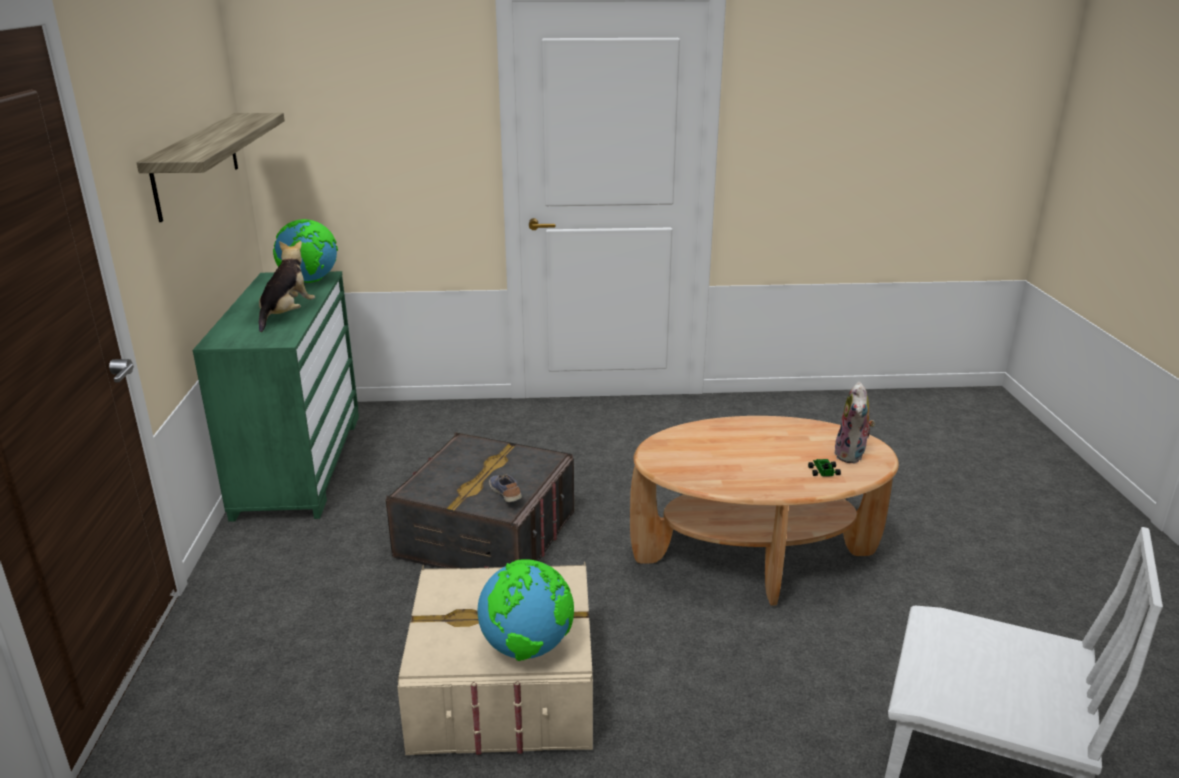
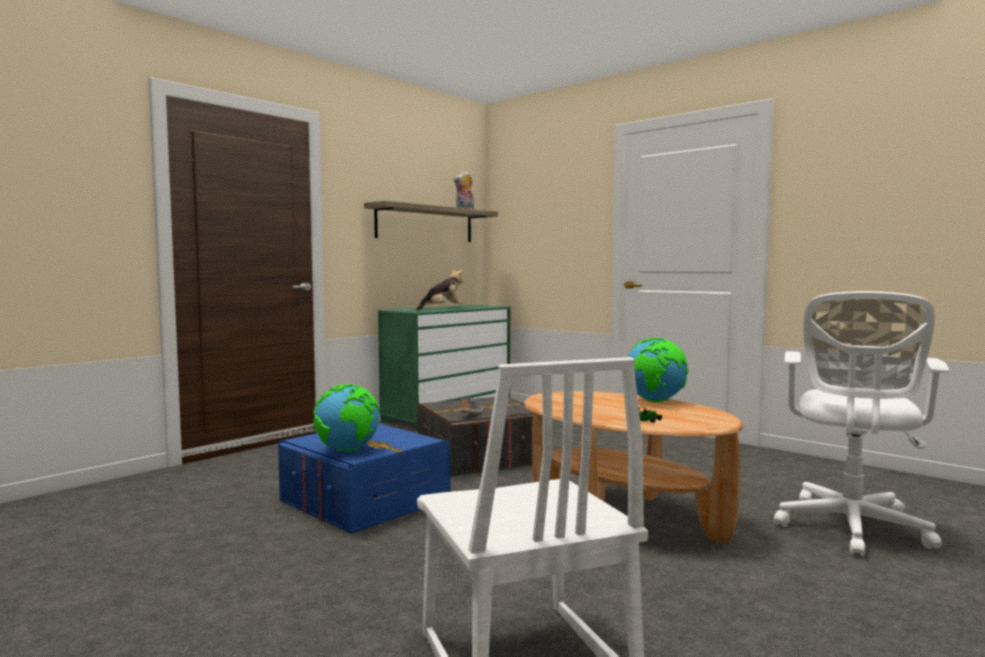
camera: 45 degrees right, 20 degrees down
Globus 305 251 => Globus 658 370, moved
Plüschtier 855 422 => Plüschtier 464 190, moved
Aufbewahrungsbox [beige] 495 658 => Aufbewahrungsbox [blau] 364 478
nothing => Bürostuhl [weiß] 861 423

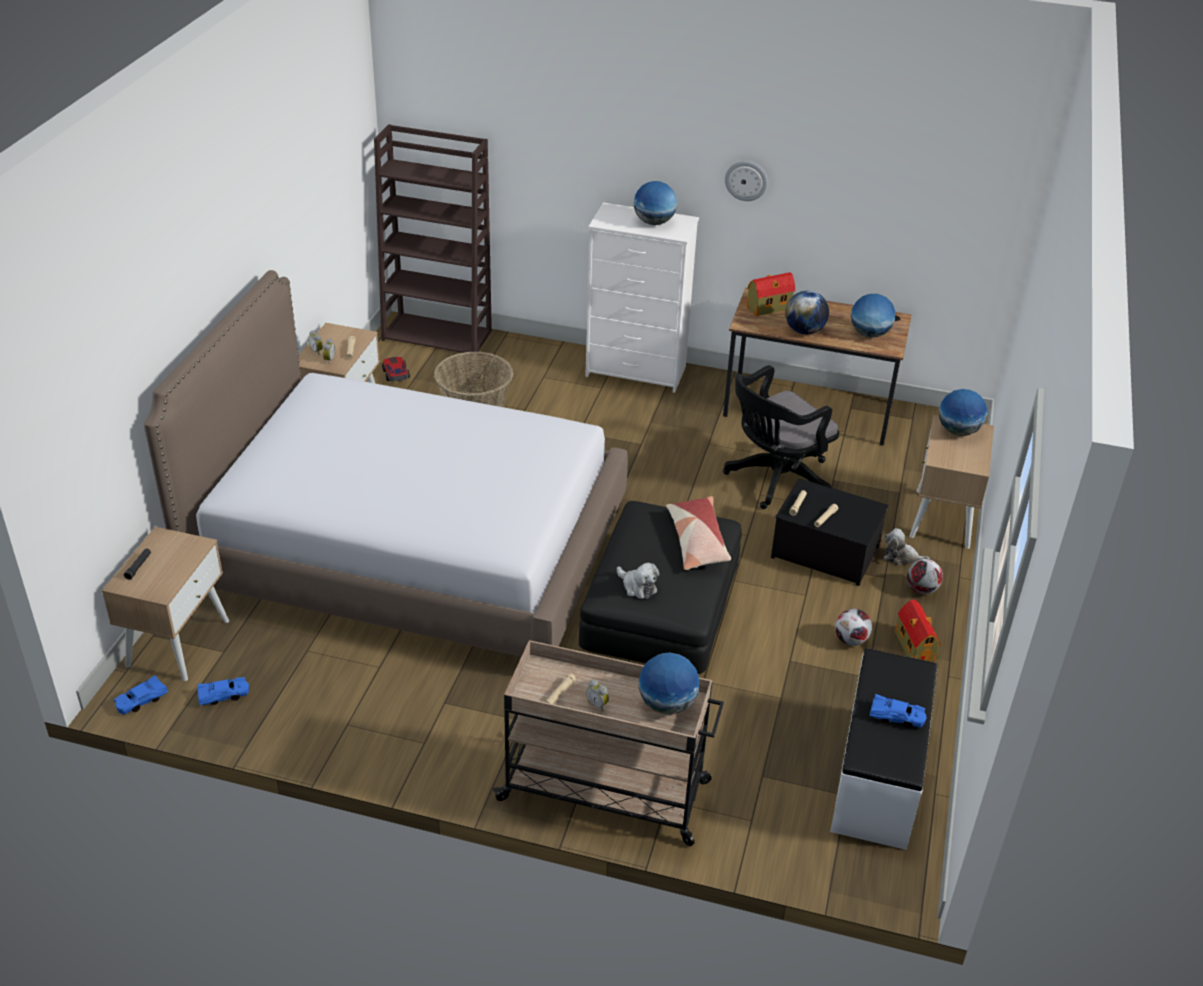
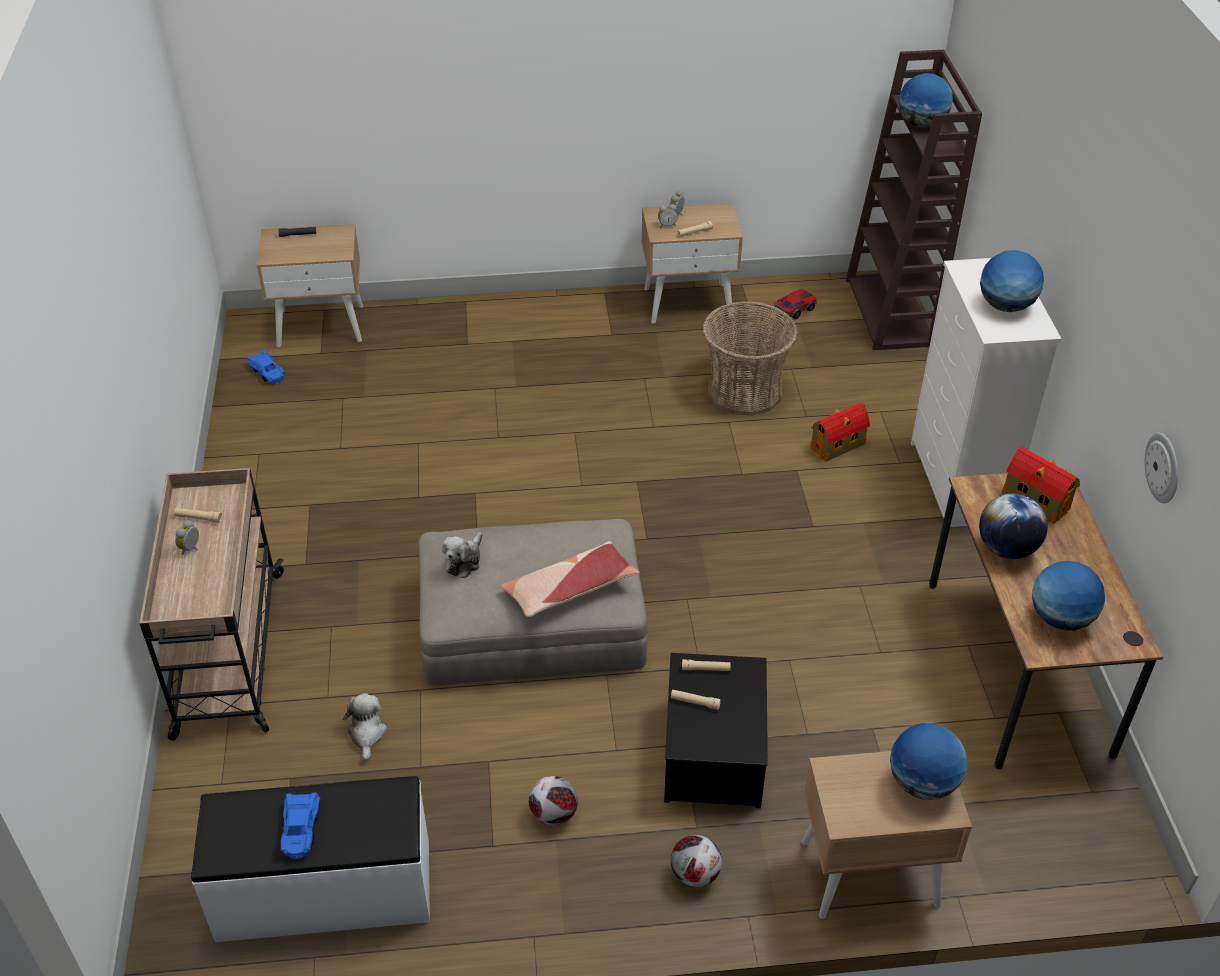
camera: 70 degrees right, 5 degrees up
Wanduhr 746 181 => Wanduhr 1161 468, moved
Bett 386 463 => nothing
Bürostuhl [schwarz] 781 437 => nothing
Polsterhocker [schwarz] 660 587 => Polsterhocker [beige] 533 602
Plüschtier 907 547 => Plüschtier 365 727, moved
Spielzeughaus 918 630 => Spielzeughaus 840 432, moved
Globus 669 683 => Globus 926 100, moved
Spielzeugauto [blau] 141 695 => nothing

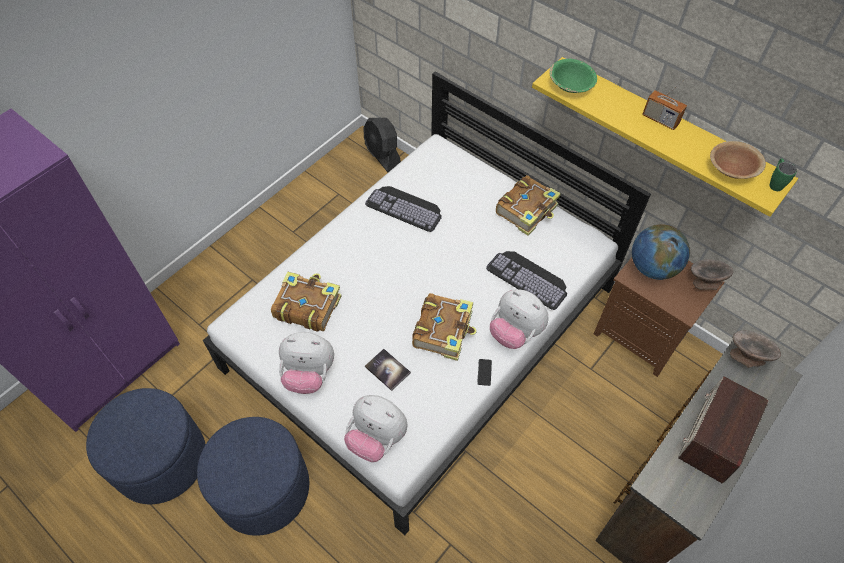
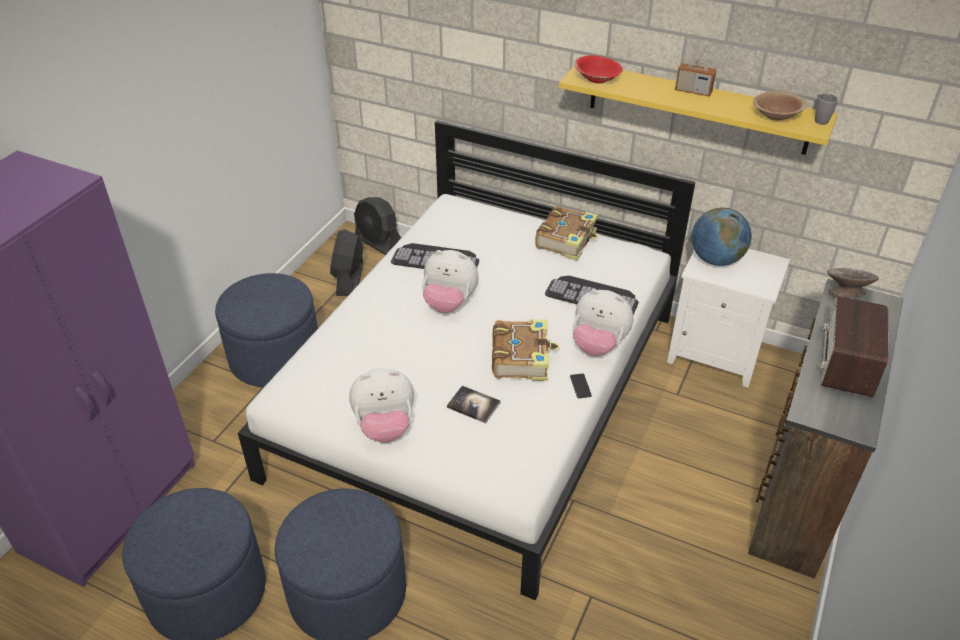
camera: 15 degrees left, 15 degrees down
Schüssel [grün] 573 75 => Schüssel [rot] 598 69
Henkelbecher [grün] 783 174 => Henkelbecher [grau] 826 109
Nachttisch [braun] 659 317 => Nachttisch [weiß] 728 318
Schüssel [grau] 712 274 => nothing
Buch 306 301 => nothing
Plüschtier 375 428 => Plüschtier 450 281, moved
nothing => Ventilator [schwarz] 346 262
nothing => Polsterhocker [blau] 266 330

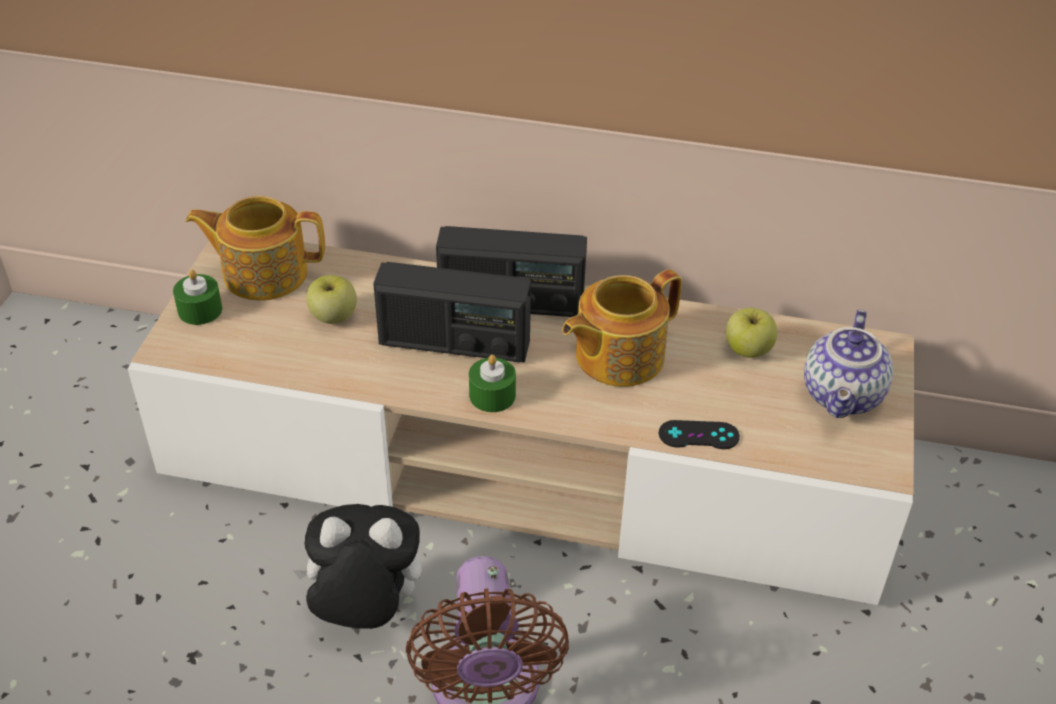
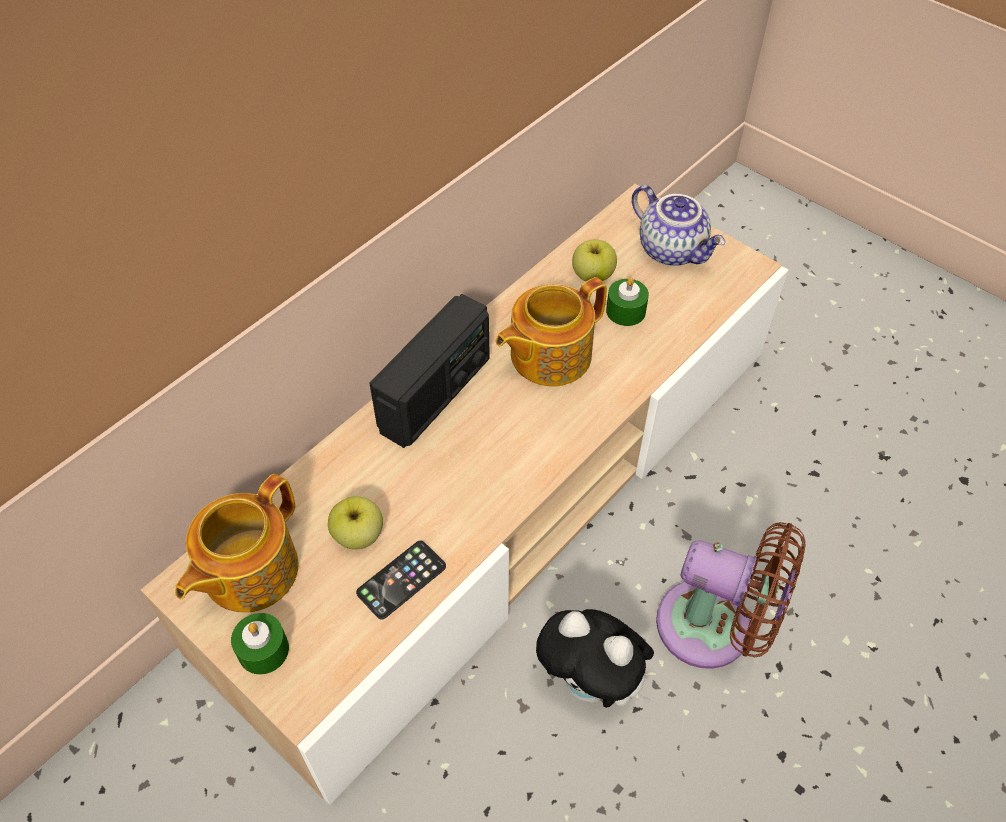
camera: 60 degrees left, 10 degrees up
Radio 452 312 => nothing
Teekanne 622 328 => Teekanne 551 331, 60 degrees clockwise
Kerze [grün] 492 383 => Kerze [grün] 627 301, moved
Gamepad [schwarz] 699 434 => nothing
Plüschtier 357 566 => Plüschtier 595 658, 90 degrees counterclockwise
nothing => Handy 401 579

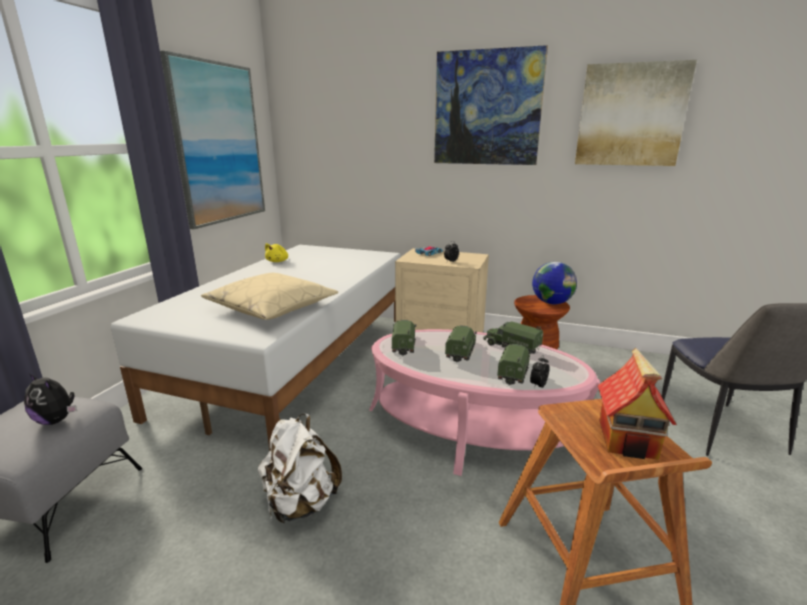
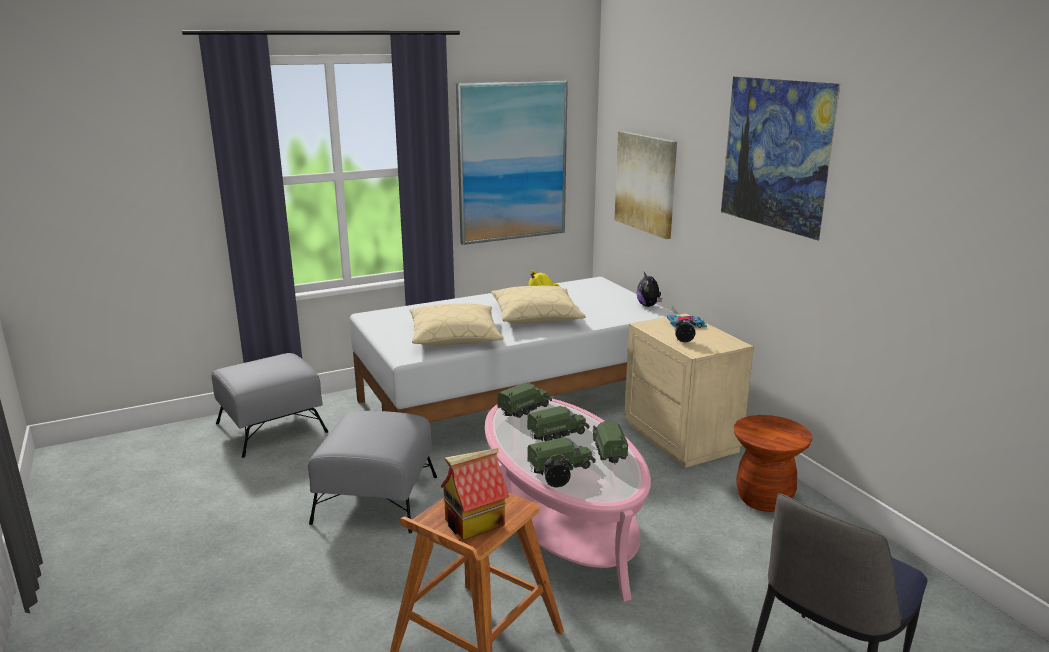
camera: 45 degrees right, 0 degrees up
Bild 636 113 => Bild 645 185, moved
Globus 554 283 => nothing
Plüschtier 50 399 => Plüschtier 649 289, moved
Rucksack [weiß] 300 469 => Polsterhocker [grau] 372 472
nothing => Kissen [beige] 538 305

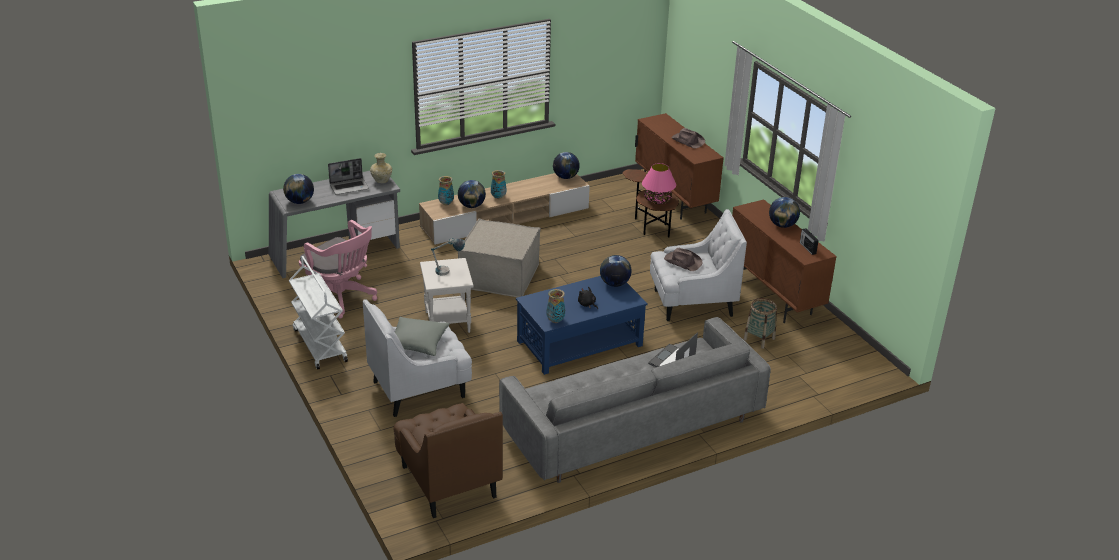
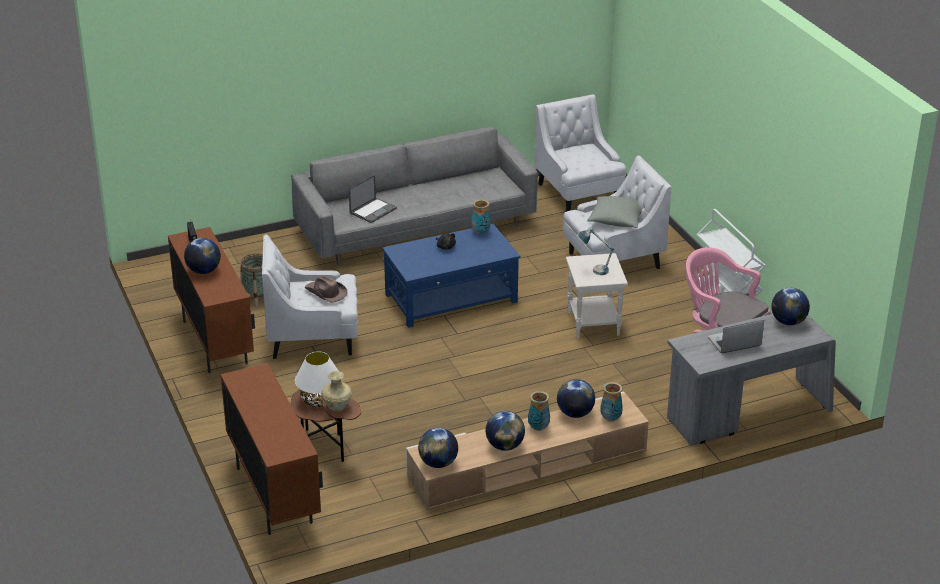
camera: 175 degrees left, 0 degrees up
Hut [braun] 688 138 => nothing
Vase [beige] 381 168 => Vase [beige] 337 391, moved
Tischlampe [rosa] 659 183 => Tischlampe [weiß] 318 379
Polsterhocker [beige] 499 258 => nothing
Globus 616 271 => Globus 505 431, moved
Sessel [braun] 448 460 => Sessel [weiß] 580 153

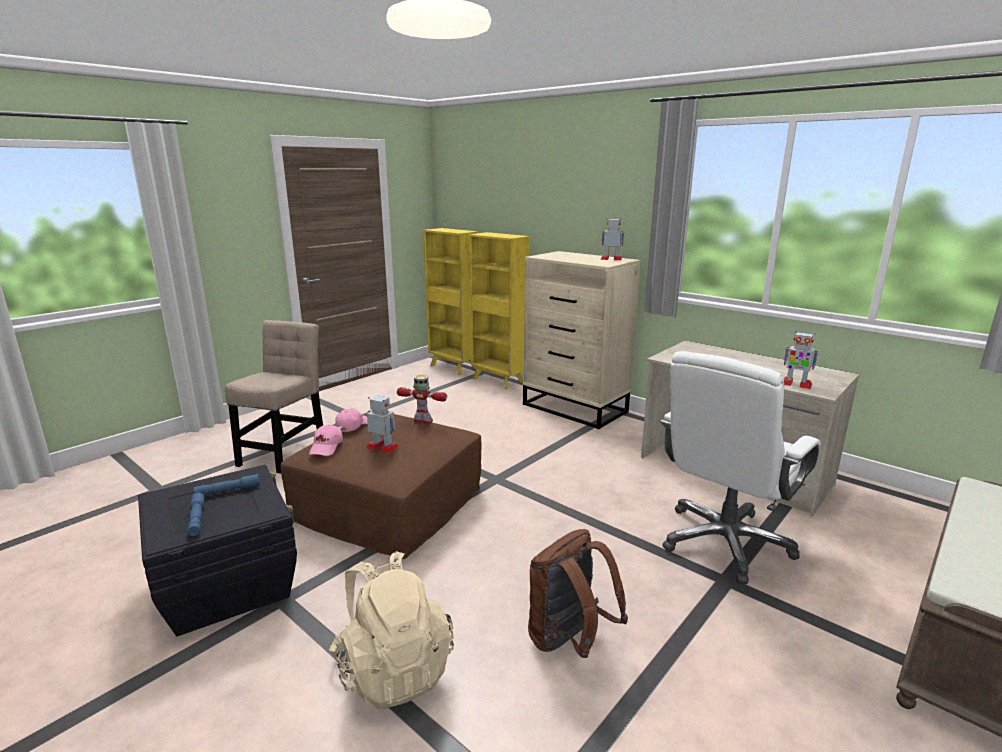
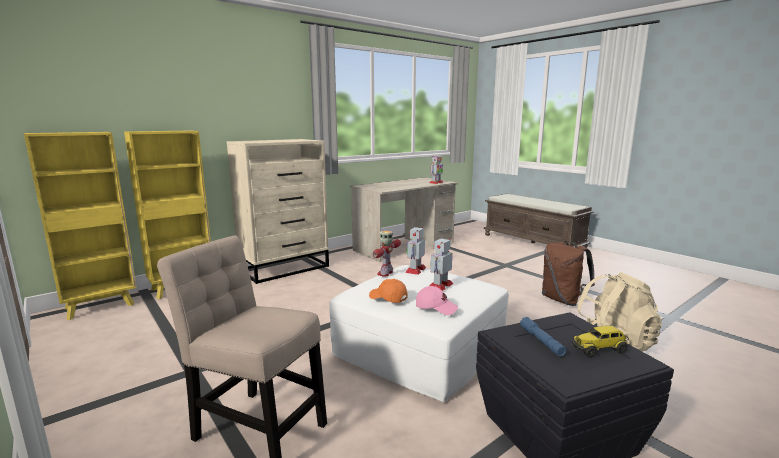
camera: 80 degrees left, 5 degrees down
Spielzeugroboter 612 239 => Spielzeugroboter 415 251, moved
Bürostuhl [weiß] 740 467 => nothing
Kappe [rosa] 351 420 => Kappe [orange] 388 291
Polsterhocker [braun] 381 486 => Polsterhocker [weiß] 418 333
Taschenlampe [blau] 196 514 => Spielzeuglaster 600 342

